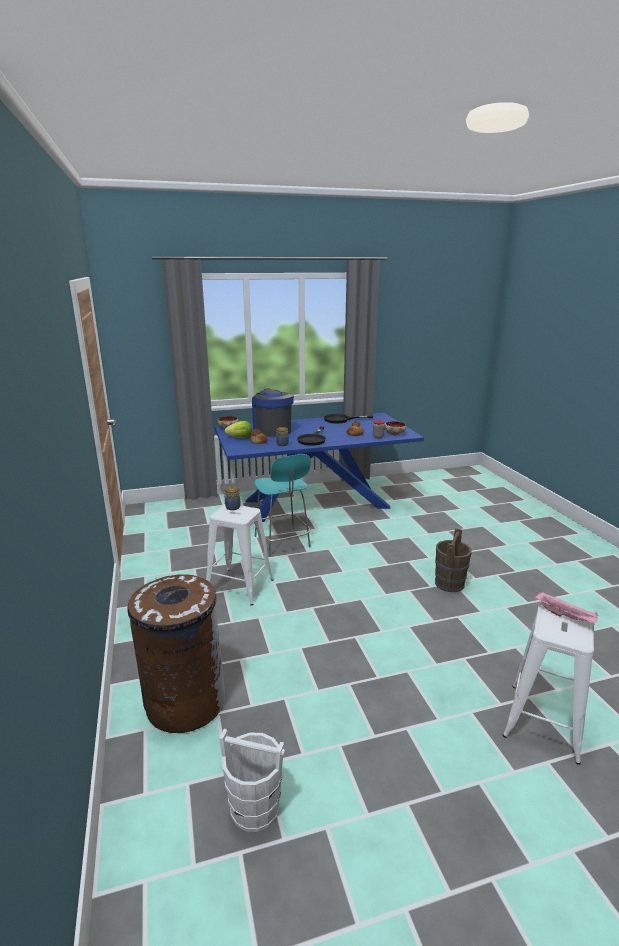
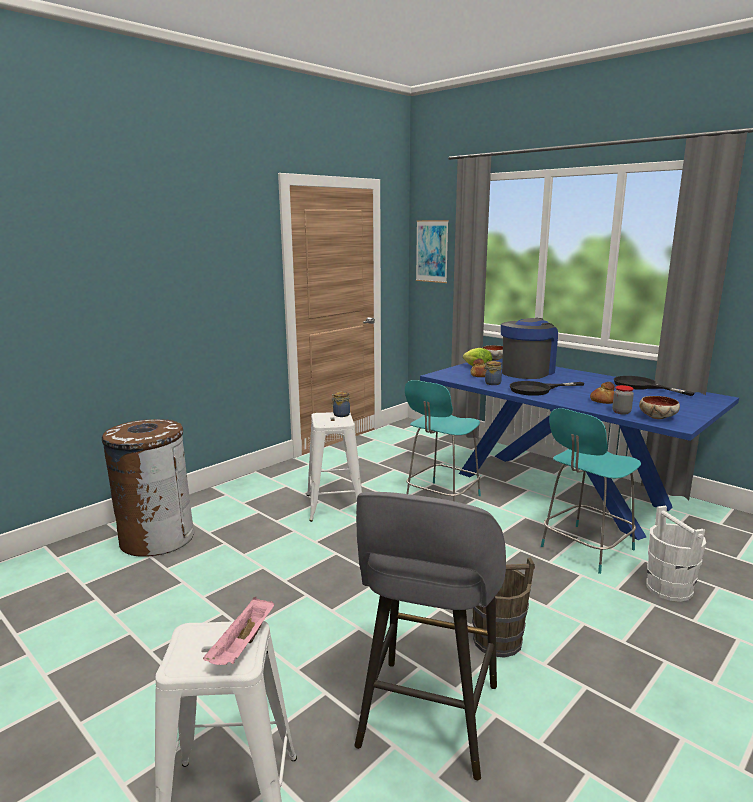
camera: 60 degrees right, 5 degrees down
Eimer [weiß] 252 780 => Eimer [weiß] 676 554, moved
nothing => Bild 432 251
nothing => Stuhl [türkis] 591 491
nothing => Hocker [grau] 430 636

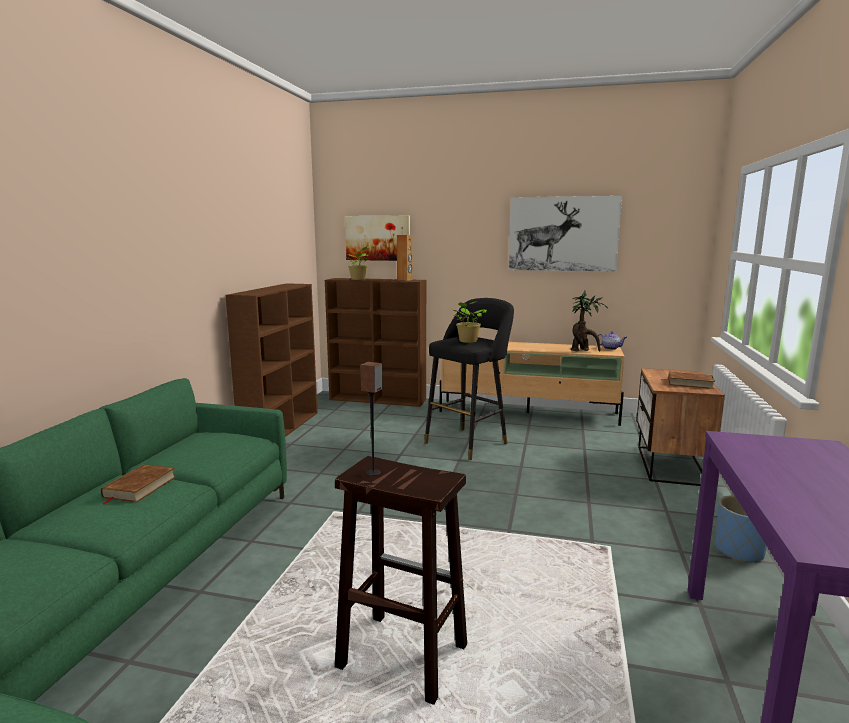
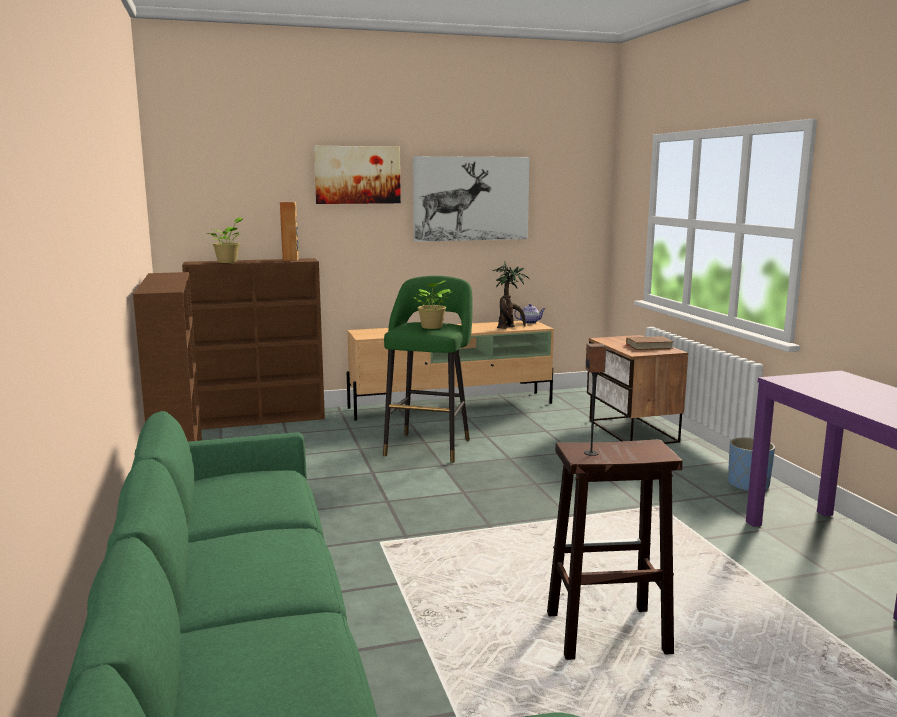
camera: 30 degrees left, 0 degrees up
Bild 377 238 => Bild 357 175, moved
Hocker [schwarz] 469 379 => Hocker [grün] 428 369
Buch [braun] 138 484 => nothing

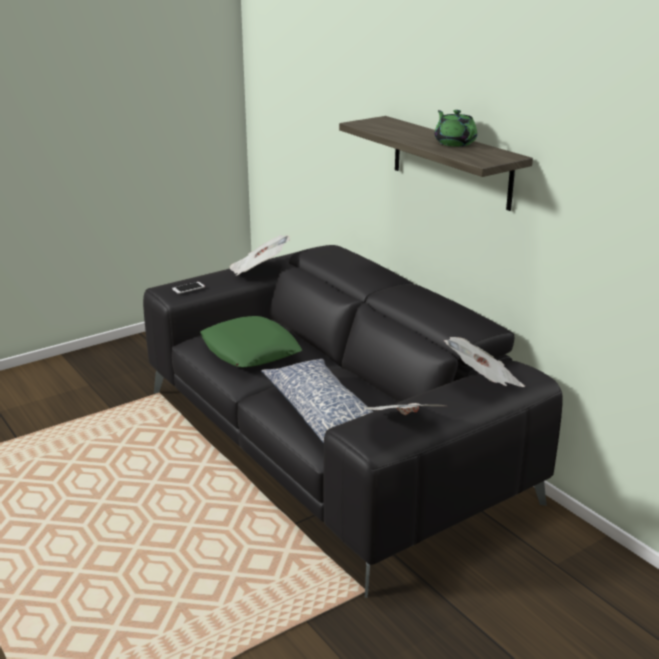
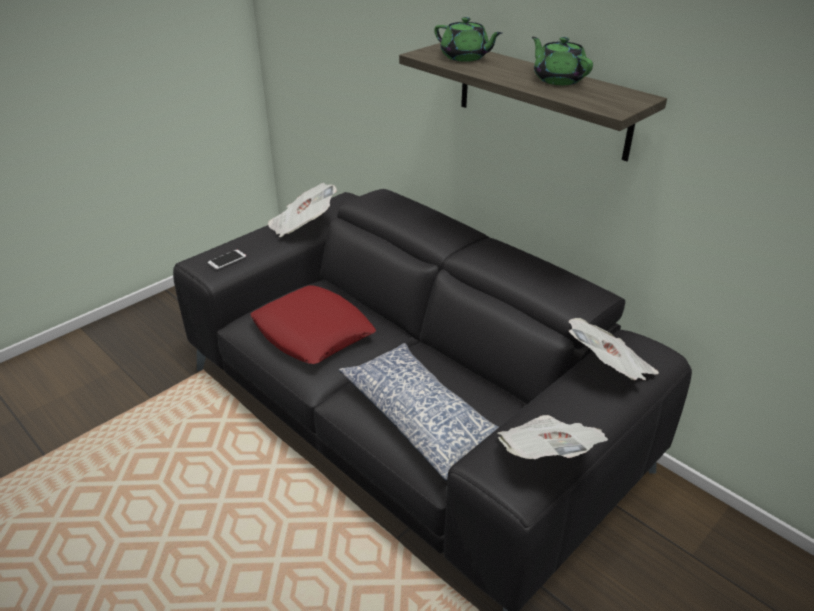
camera: 10 degrees left, 10 degrees up
Kissen [grün] 251 341 => Kissen [rot] 313 324
nothing => Teekanne [grün] 468 39

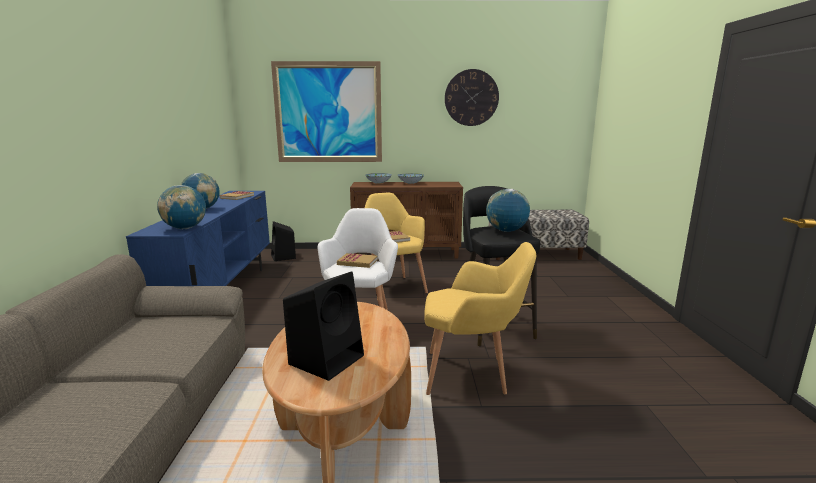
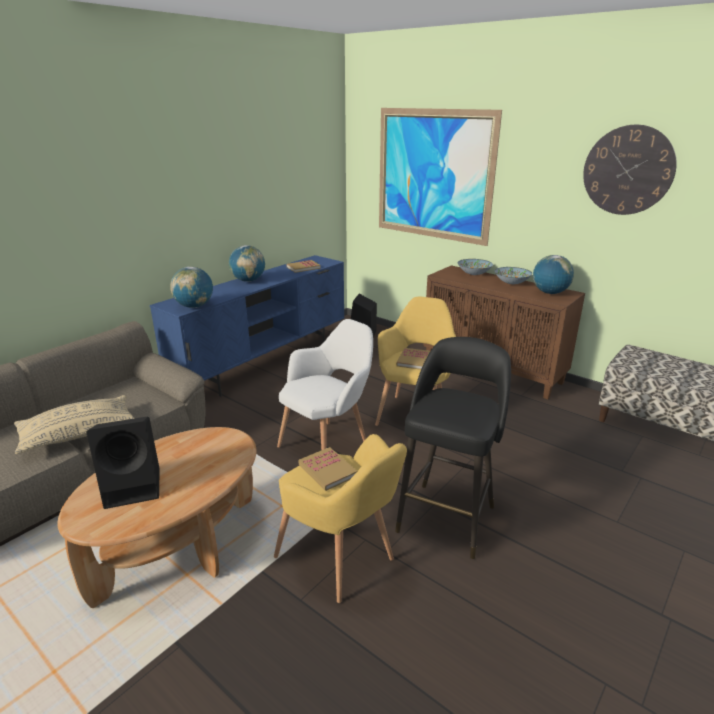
camera: 40 degrees right, 10 degrees up
Globus 508 210 => Globus 553 274, moved
Buch 357 260 => Buch 327 469, moved
nothing => Kissen [beige] 74 424

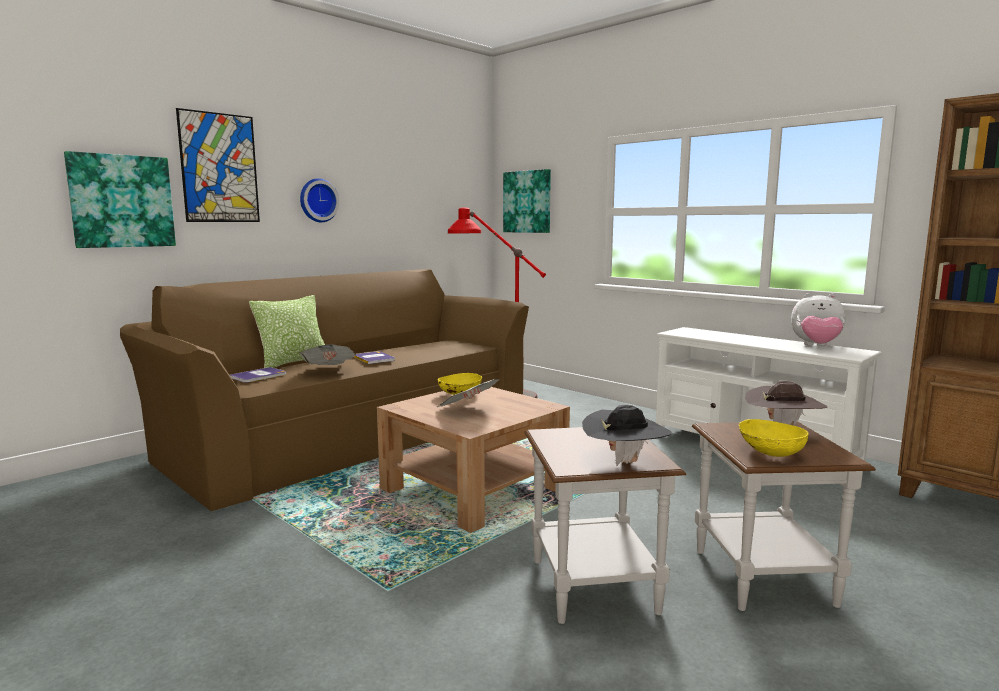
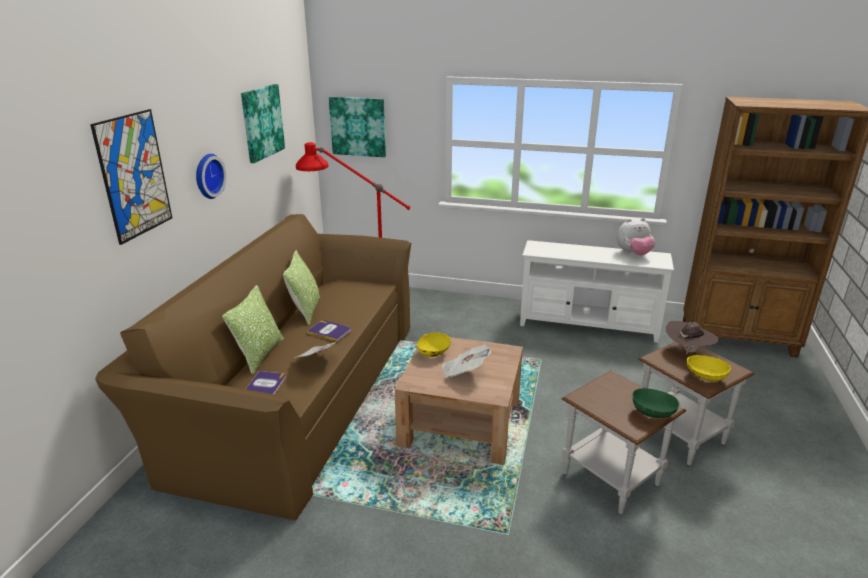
camera: 30 degrees left, 15 degrees up
Bild 120 199 => Bild 263 123, moved
Hut [schwarz] 627 435 => Schüssel [grün] 656 403
nothing => Kissen 301 287

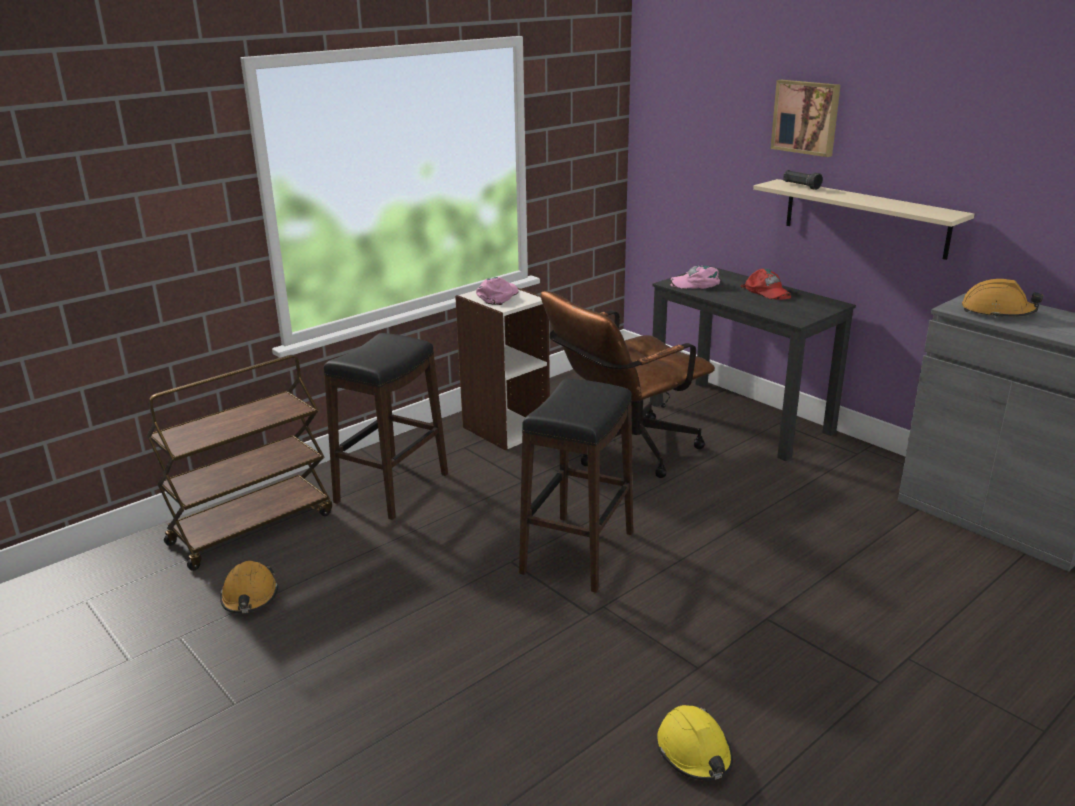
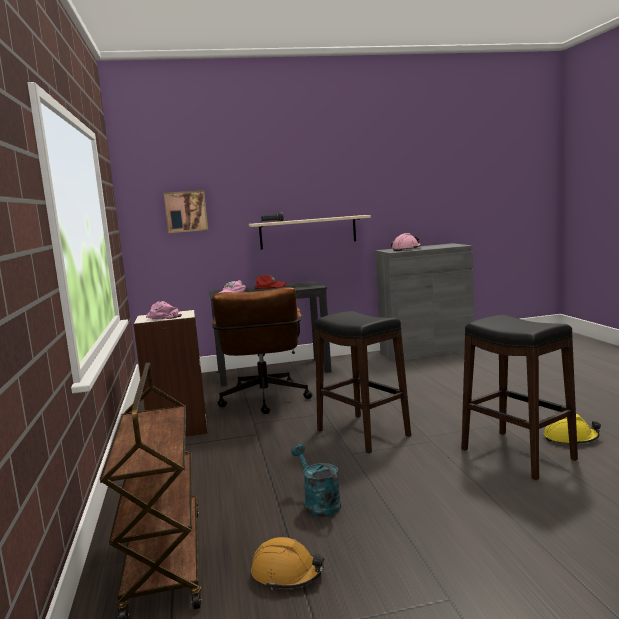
camera: 60 degrees left, 15 degrees down
Bild 805 118 => Bild 186 211, moved
Schutzhelm [orange] 1002 298 => Schutzhelm [rosa] 406 242
Hocker [schwarz] 386 426 => Hocker [schwarz] 519 397, moved
nothing => Gießkanne [türkis] 316 480

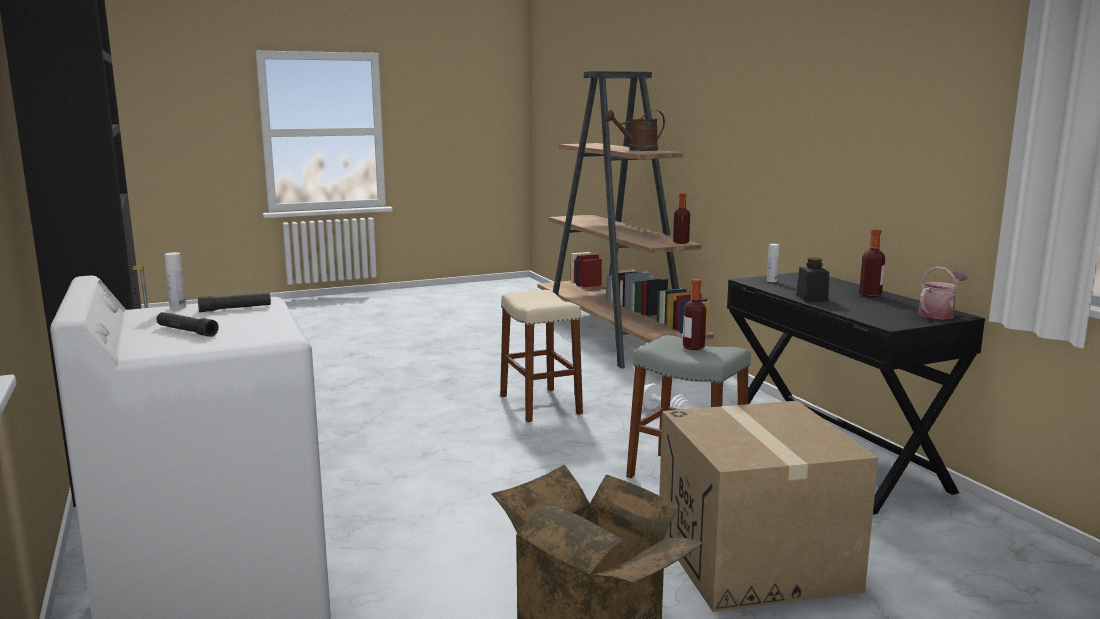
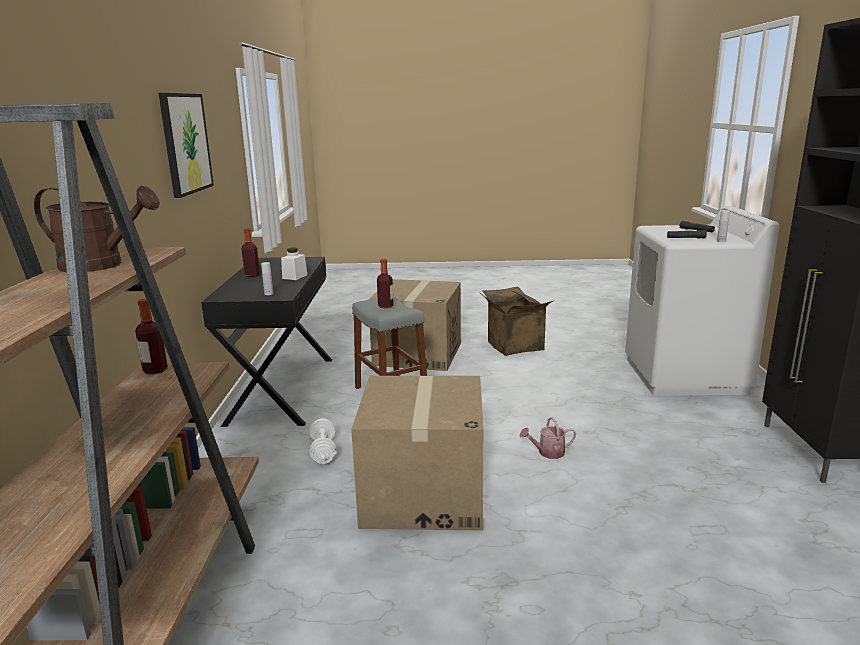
camera: 155 degrees left, 5 degrees up
Vorratsglas [schwarz] 812 279 => Vorratsglas [weiß] 294 264
Gießkanne 942 292 => Gießkanne 548 438, moved
Hocker [beige] 541 356 => Karton 417 453
nothing => Bild 186 145

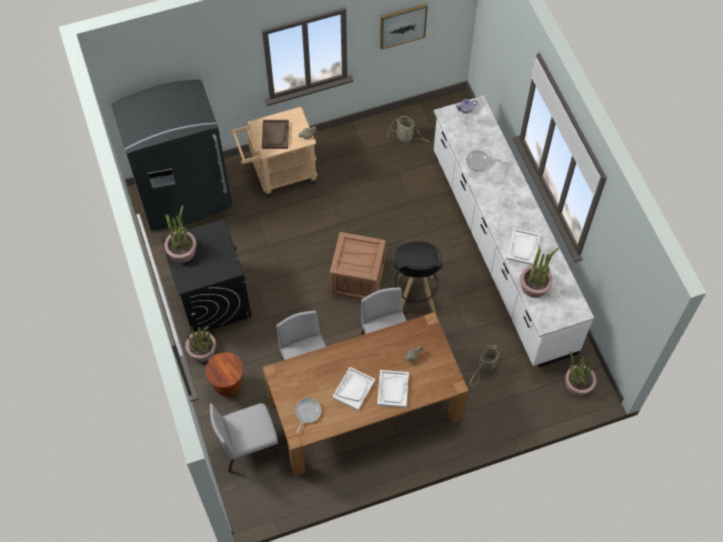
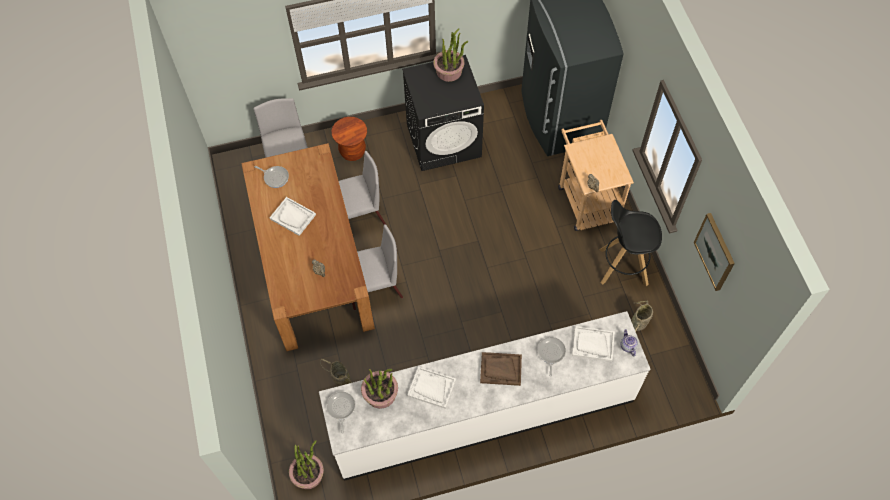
camera: 95 degrees right, 0 degrees up
Tablett [braun] 275 134 => Tablett [braun] 501 369, moved
Kiste 358 265 => nothing
Hocker [schwarz] 418 277 => Hocker [schwarz] 631 243, moved
Topfpflanze 200 344 => nothing
Tablett [weiß] 393 389 => Tablett [weiß] 593 344, moved
nothing => Pfanne 341 412

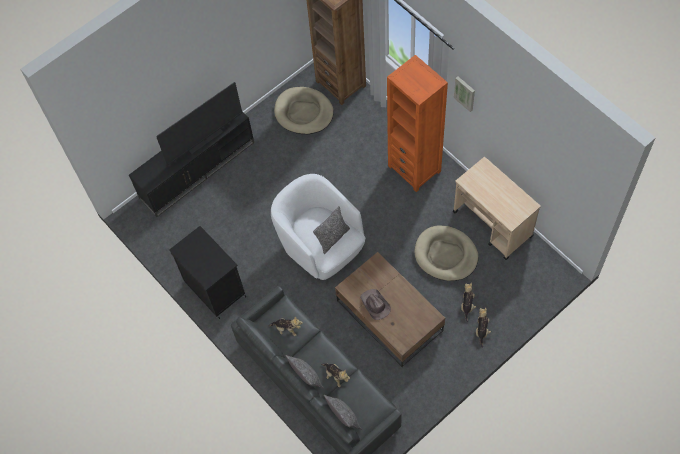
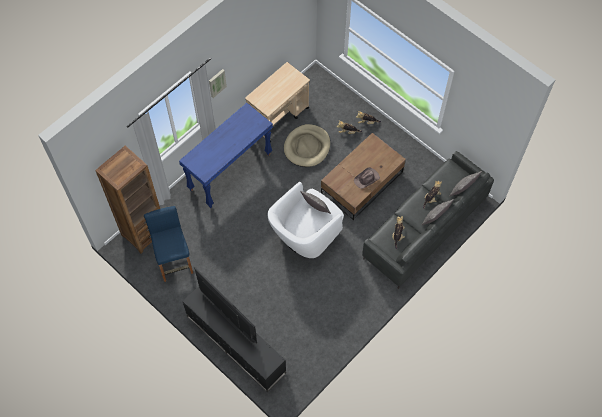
camera: 100 degrees left, 0 degrees up
Bücherregal [orange] 417 123 => Konsolentisch [blau] 226 155
Hundebett [beige] 304 110 => Hocker [blau] 168 244
Schrank [schwarz] 207 272 => nothing

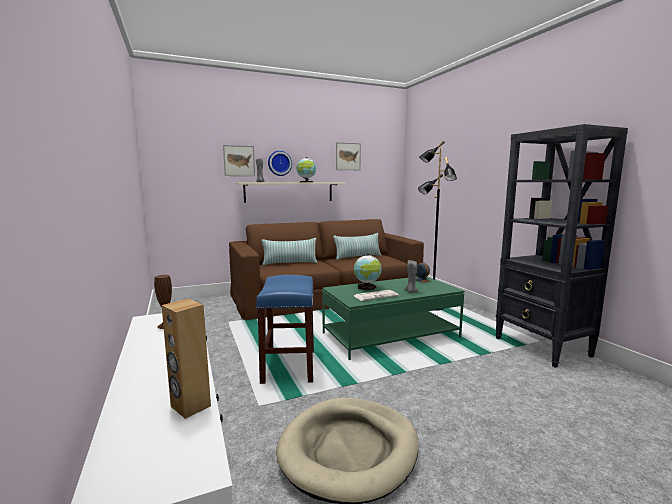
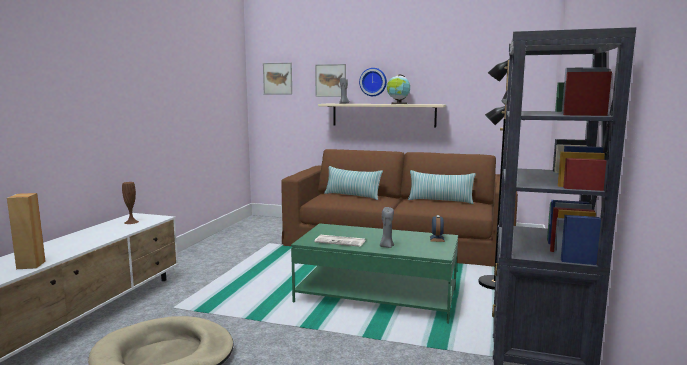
camera: 40 degrees right, 0 degrees up
Bild 348 156 => Bild 277 78, moved
Globus 368 272 => nothing
Hocker [blau] 285 329 => nothing

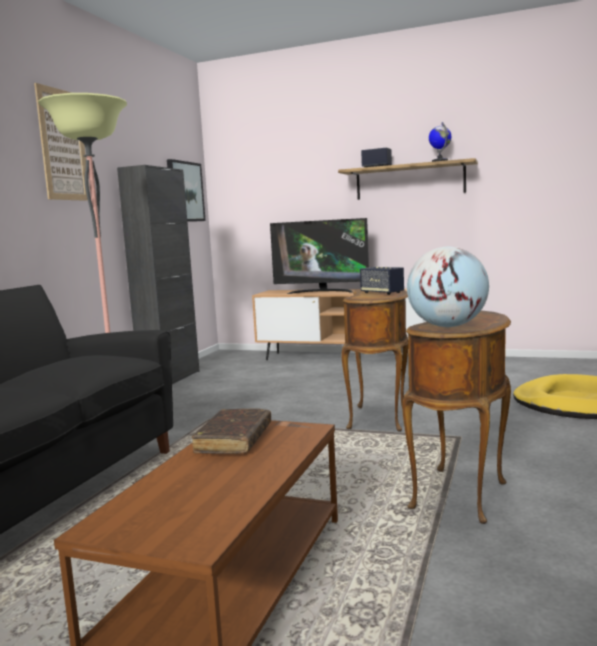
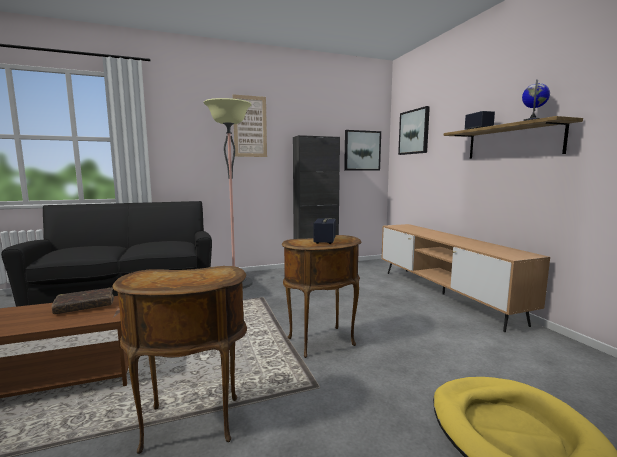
camera: 50 degrees right, 0 degrees up
Fernseher 319 256 => nothing
Globus 448 287 => nothing
nothing => Bild 414 130

